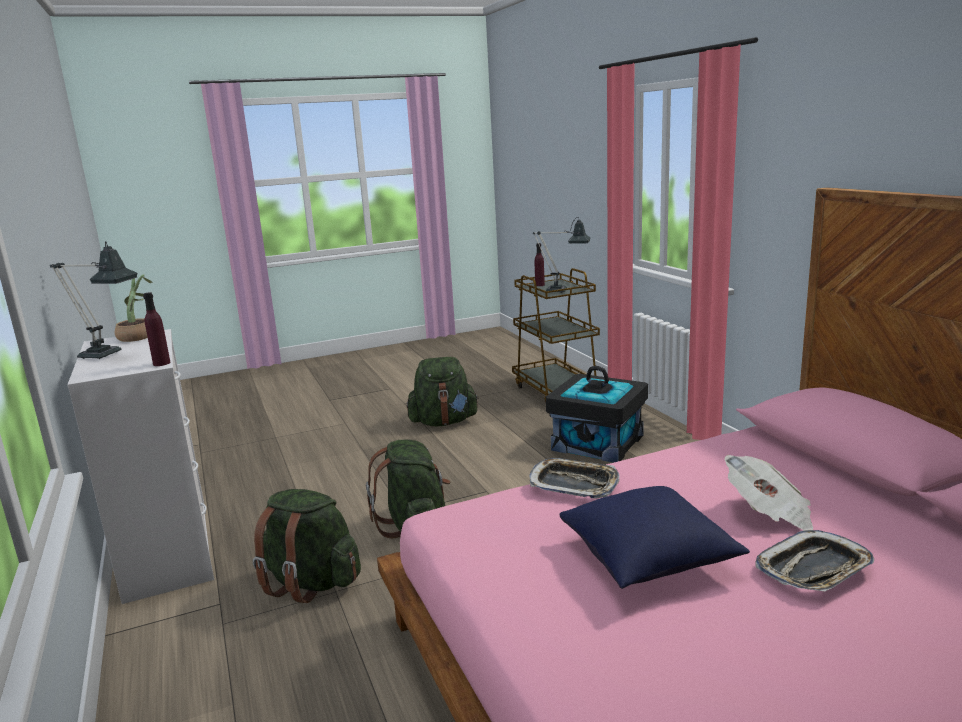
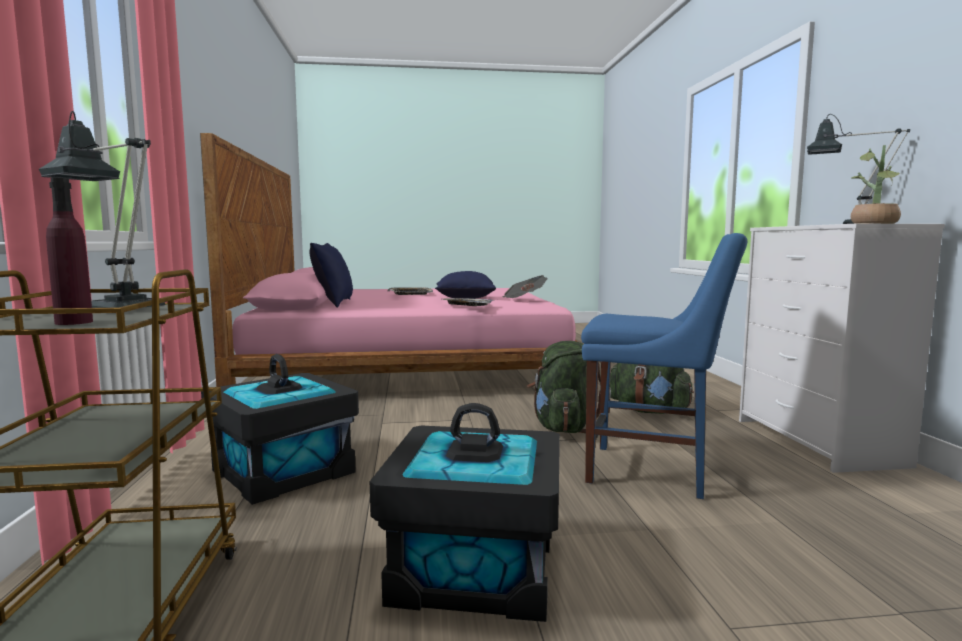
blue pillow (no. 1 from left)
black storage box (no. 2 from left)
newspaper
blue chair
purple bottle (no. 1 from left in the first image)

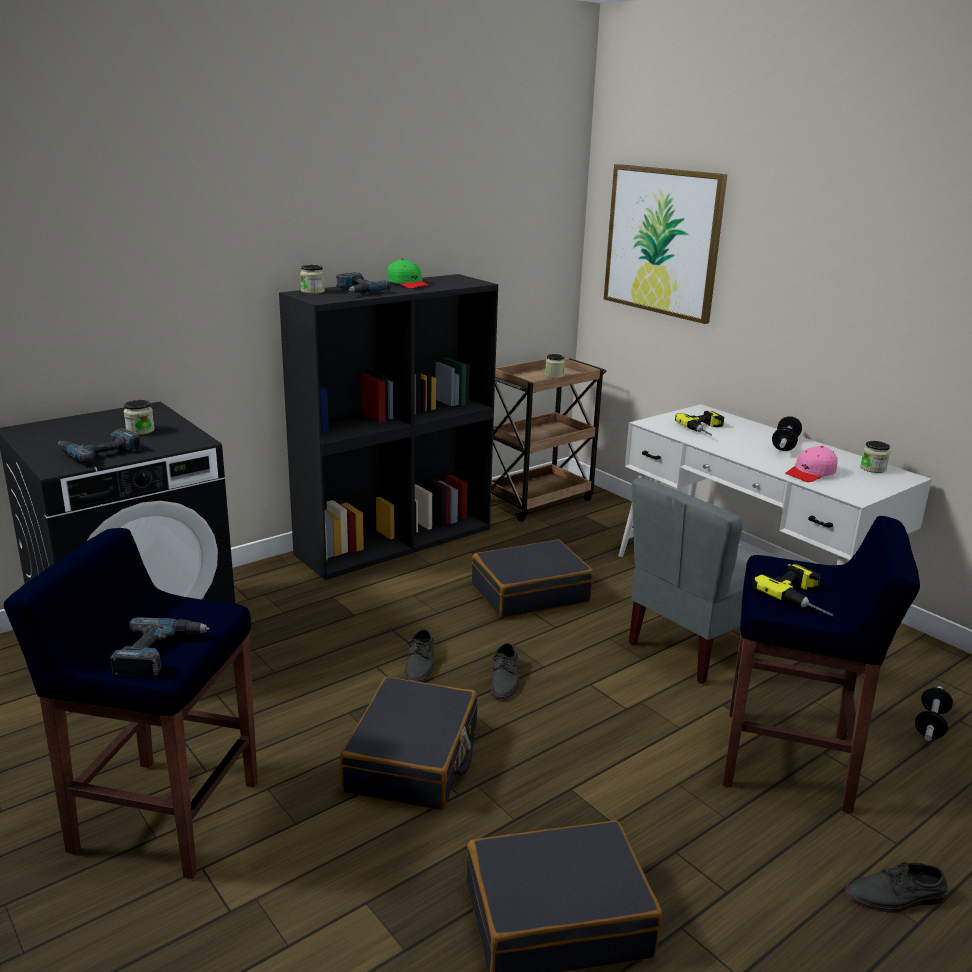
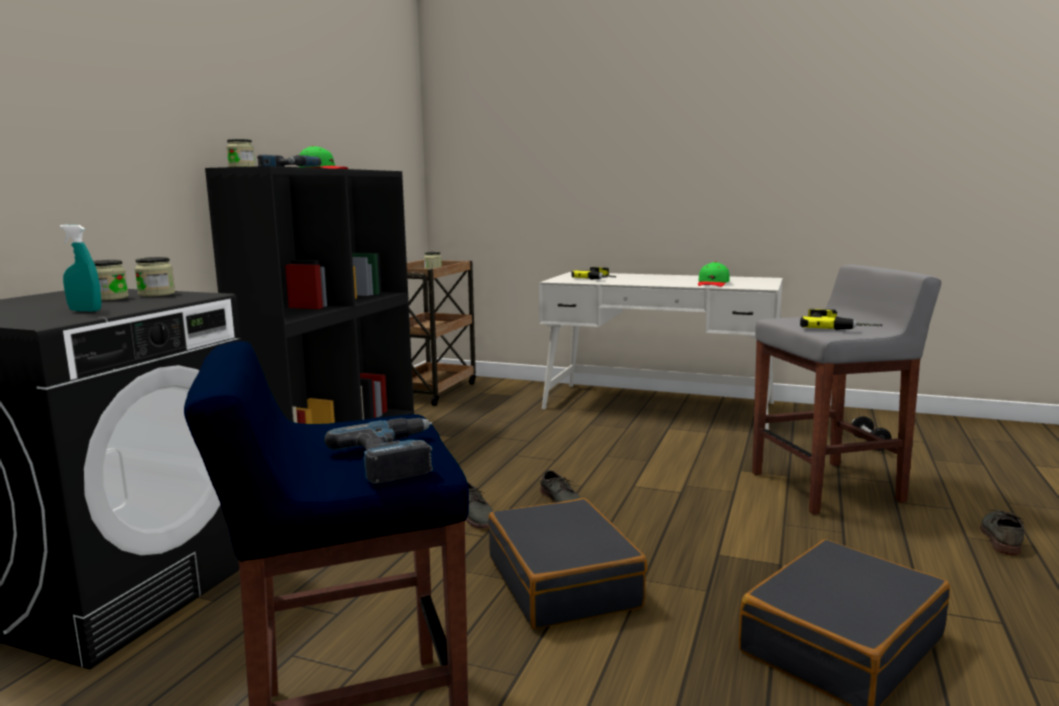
turquoise spray bottle
jar (no. 2 from left)
green cap (no. 2 from left)
grey stool
grey shoe (no. 3 from left)
black suitcase (no. 2 from left in the first image)
picture
grey chair
dumbbell (no. 1 from left in the first image)

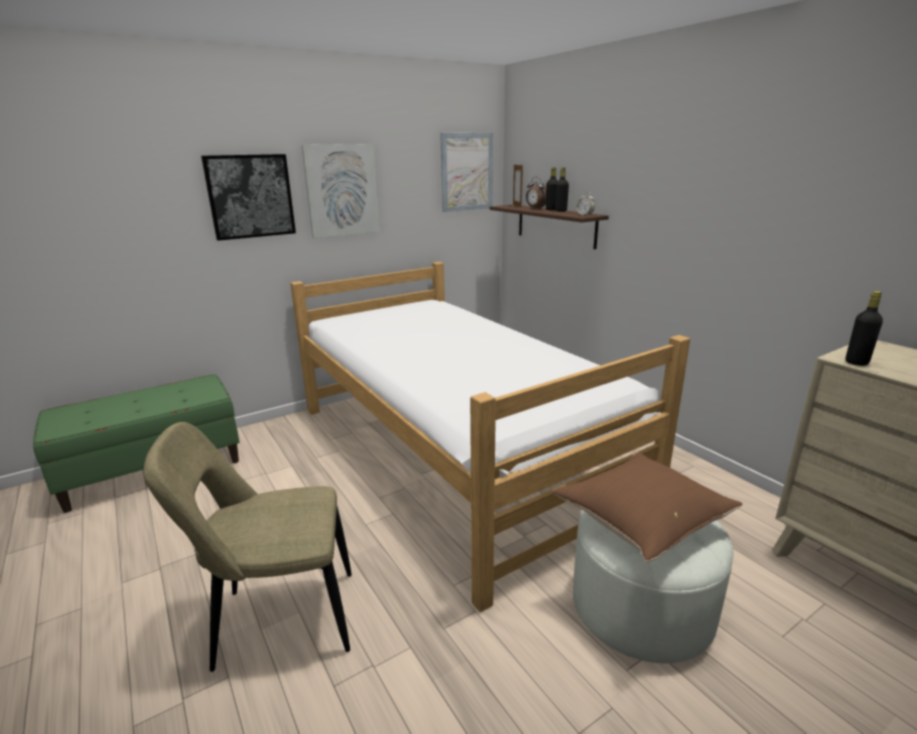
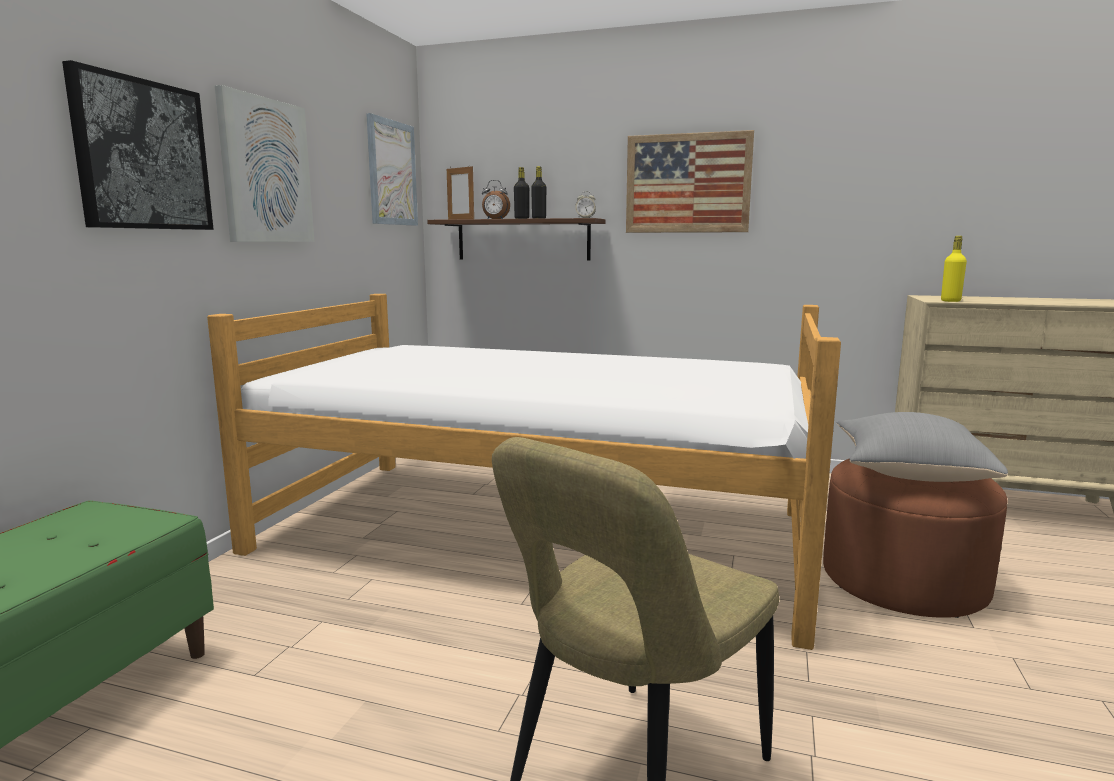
picture (no. 4 from left)
brown ottoman
grey pillow
yellow bottle

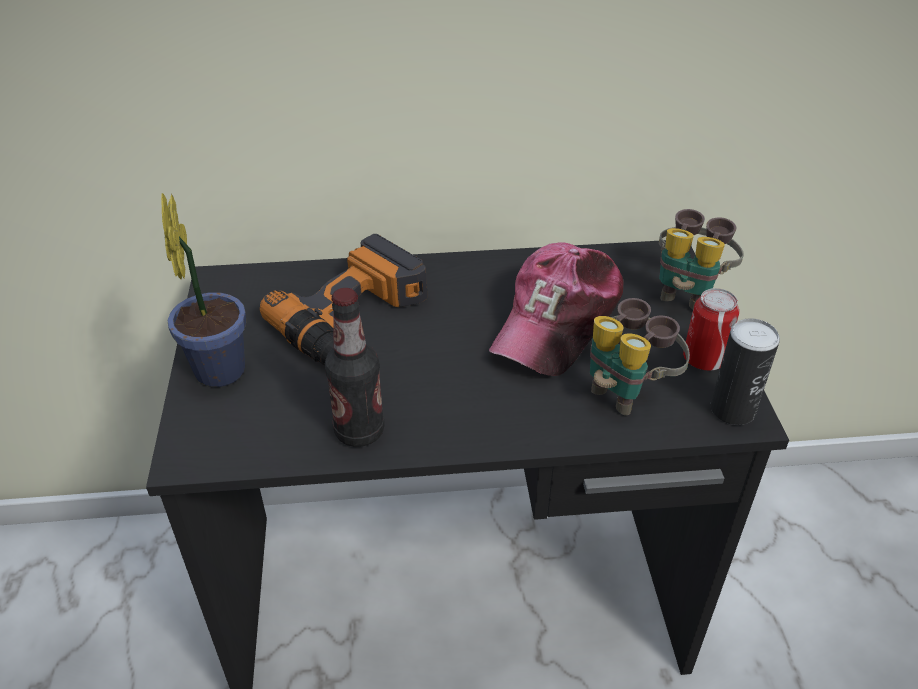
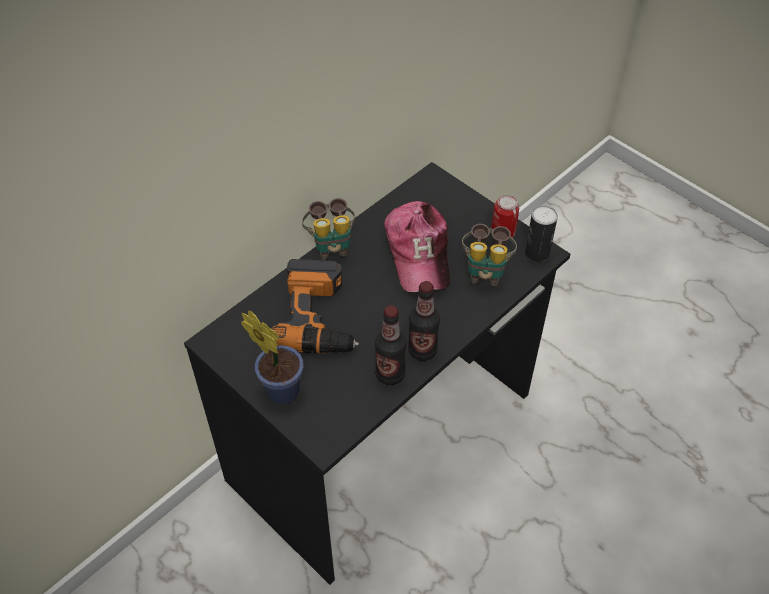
binoculars (no. 1 from left)
bottle (no. 2 from left)

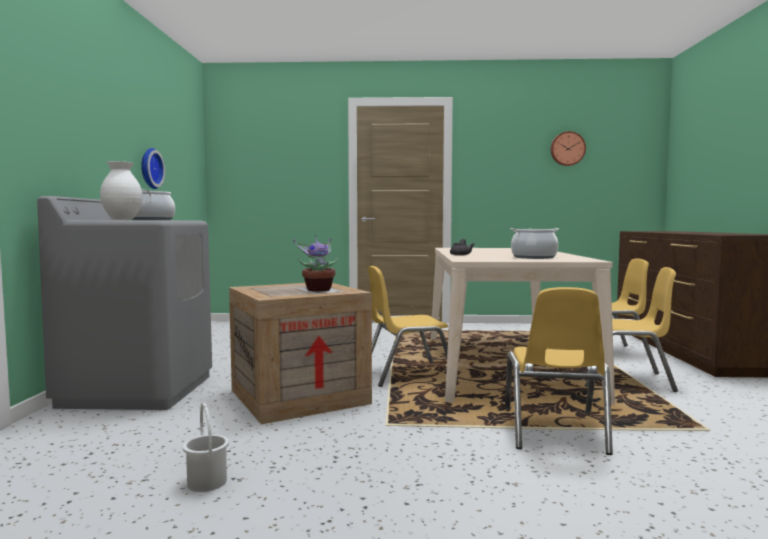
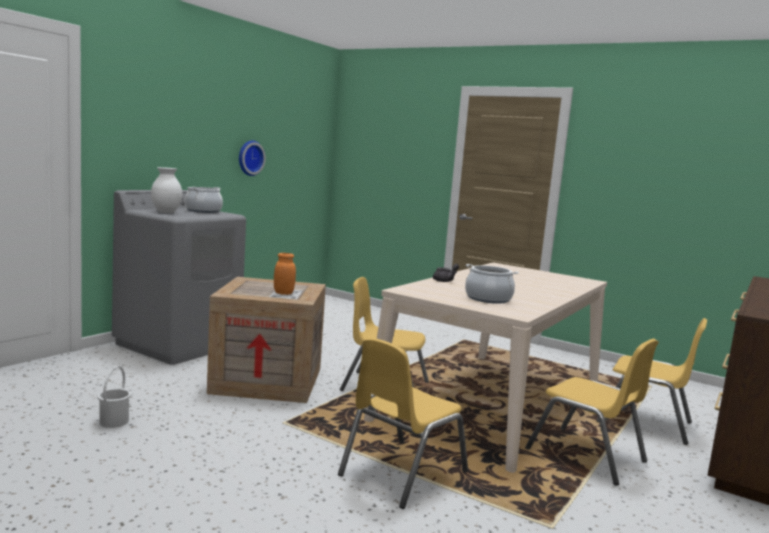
orange jar
wall clock (no. 2 from left in the first image)

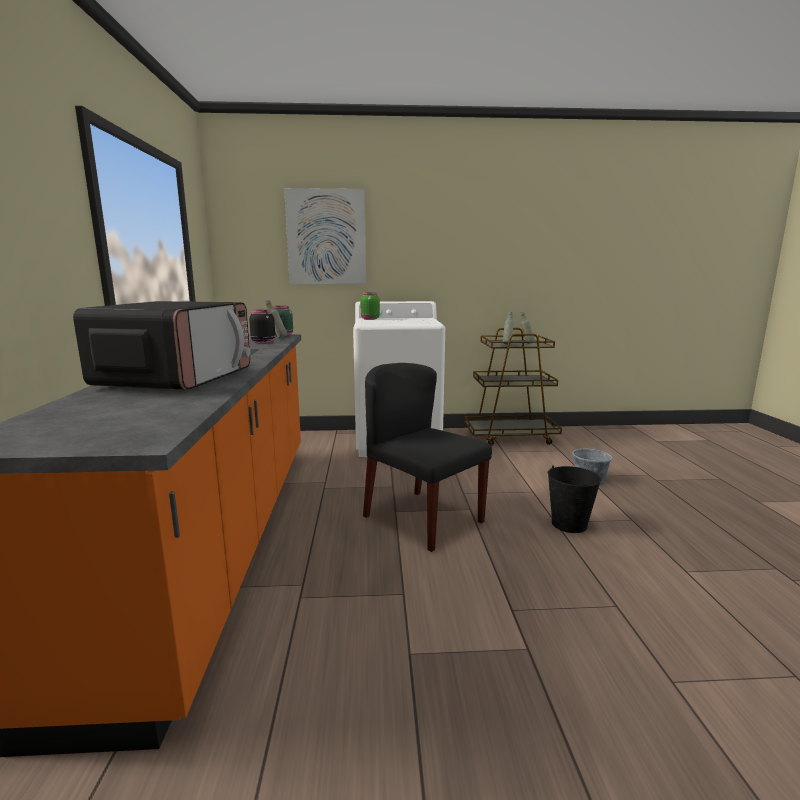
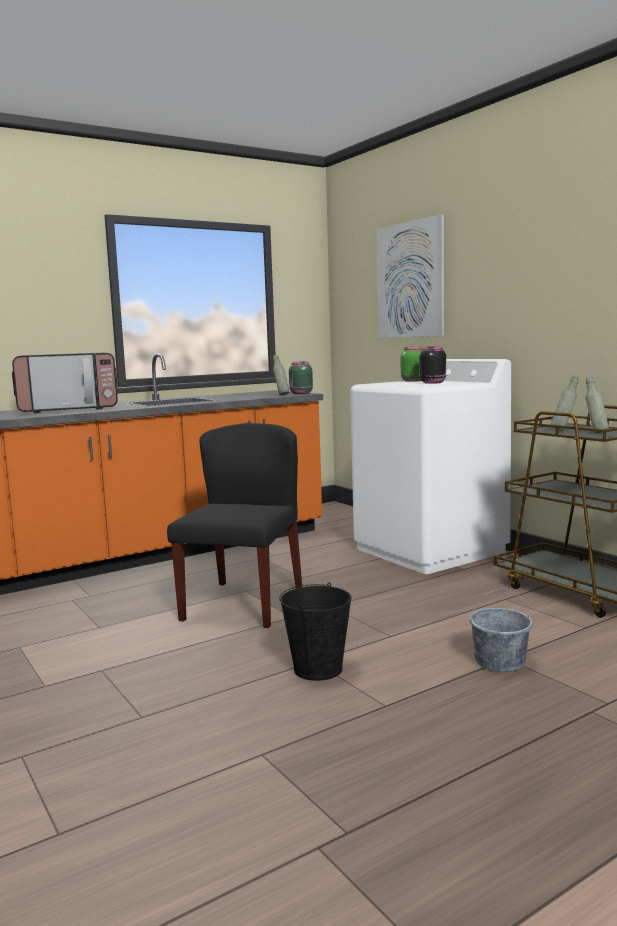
black jar

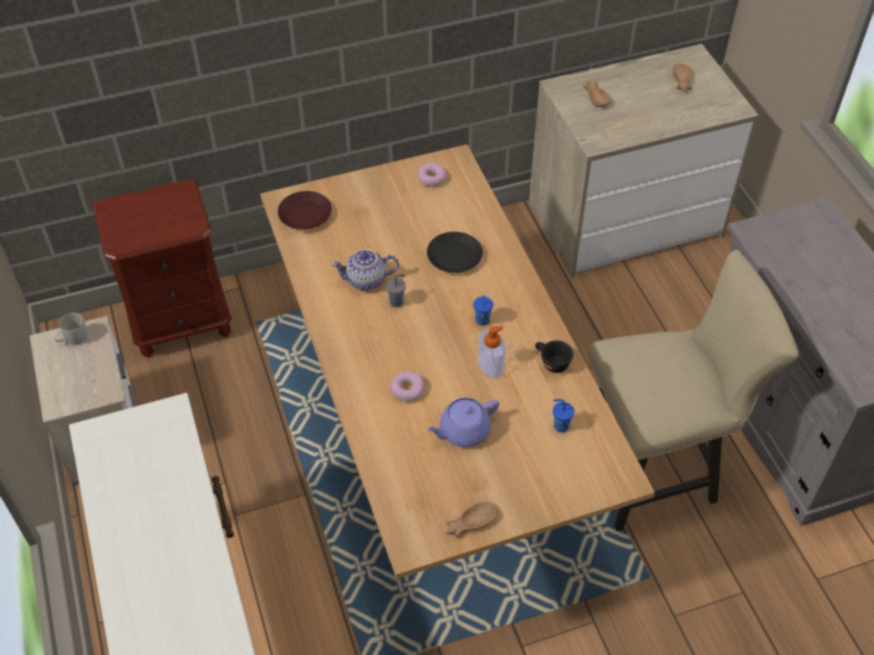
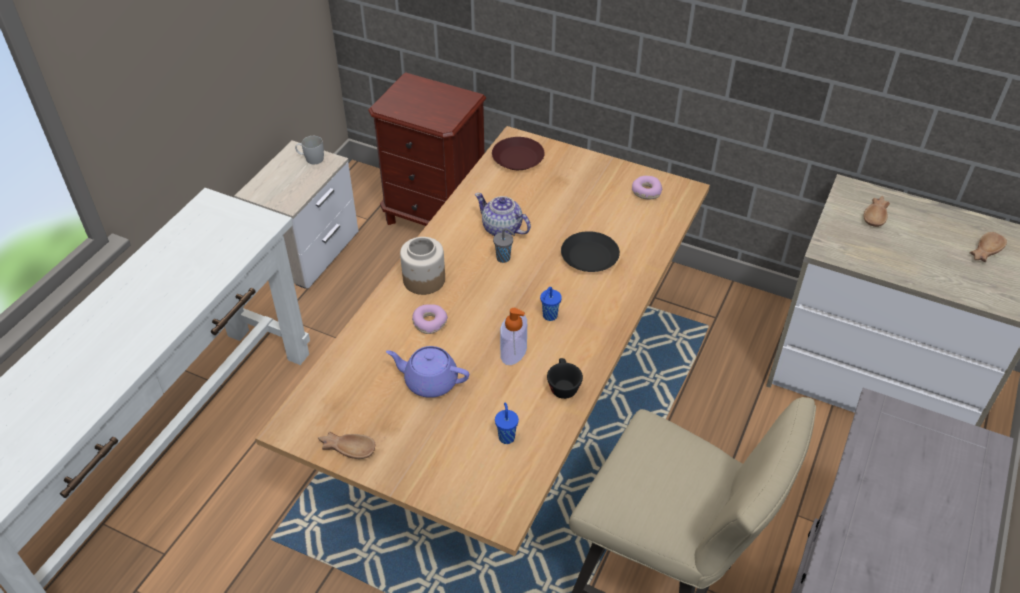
jar

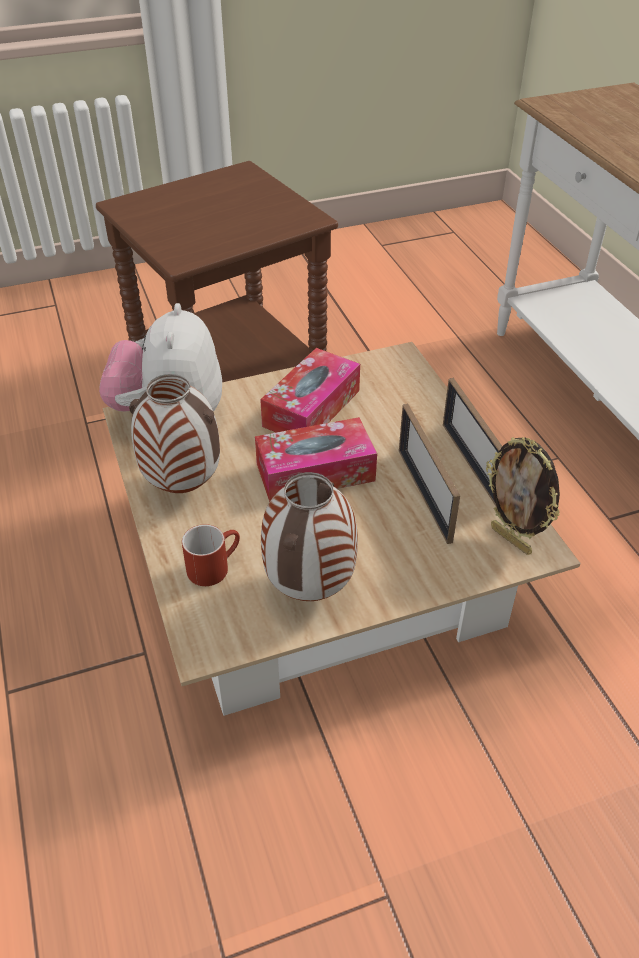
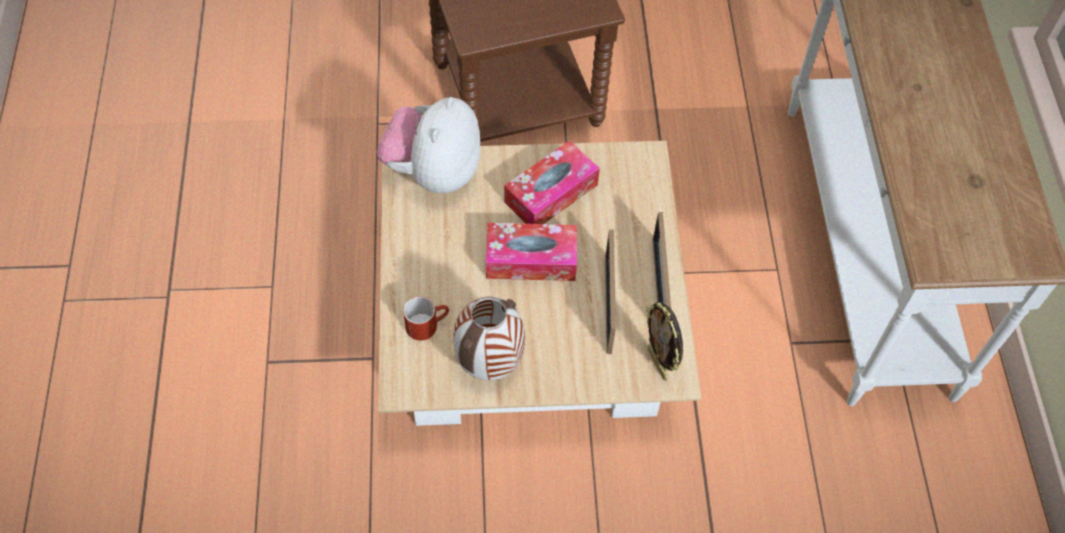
vase (no. 1 from left in the first image)

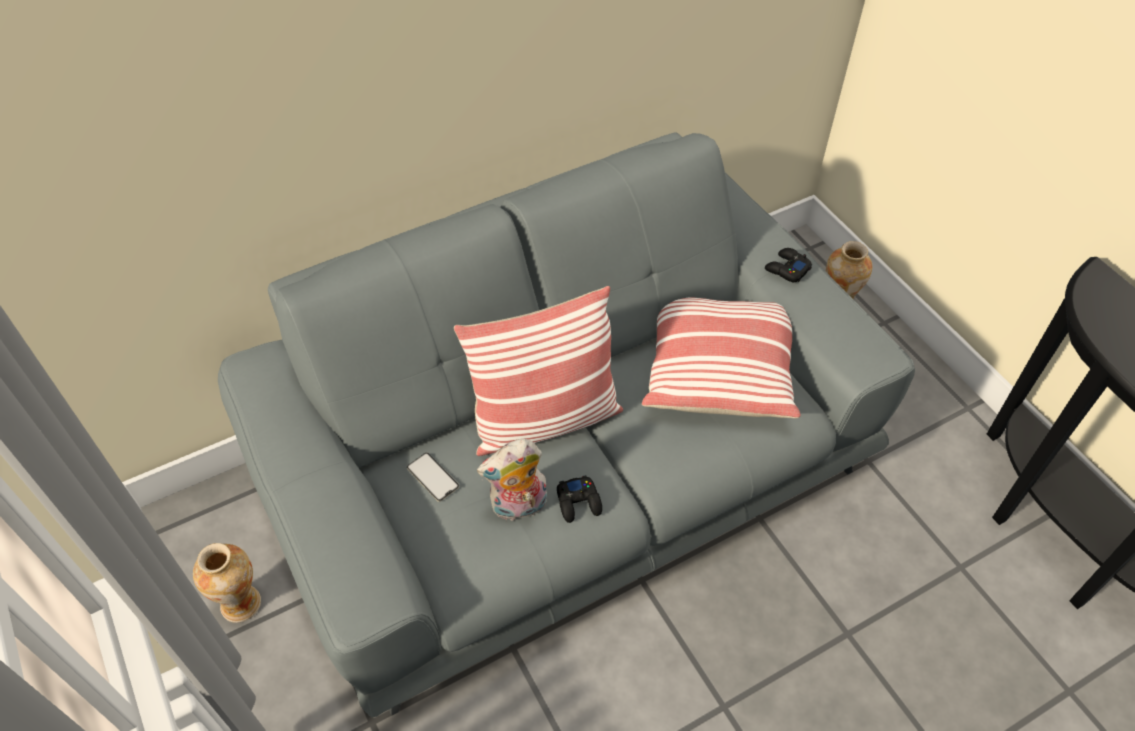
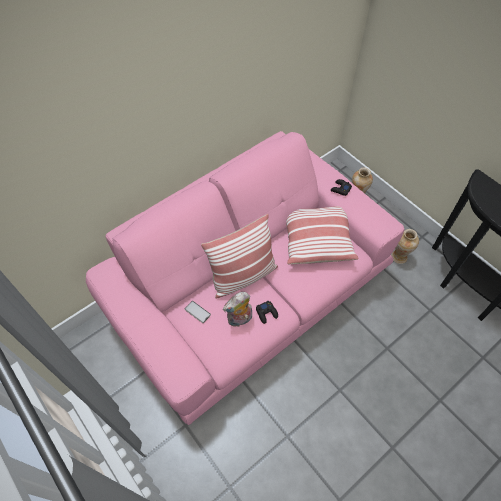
pink sofa
vase (no. 2 from left)

